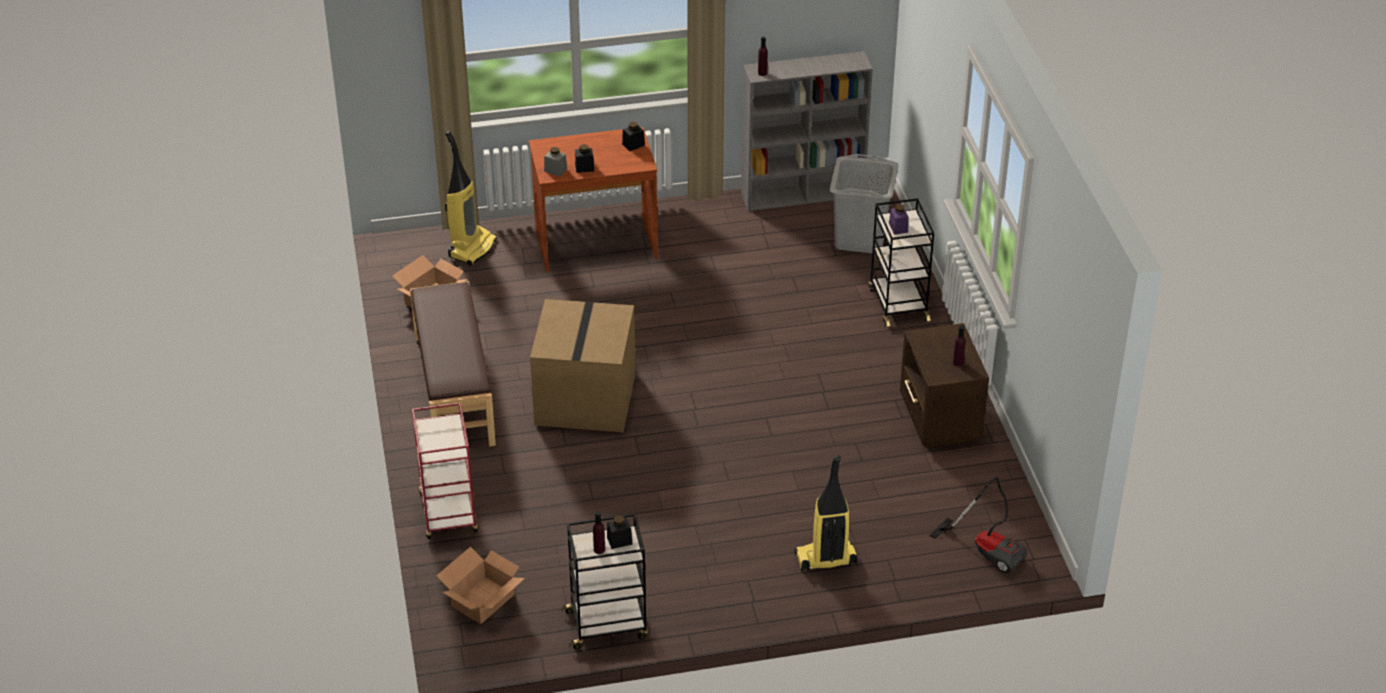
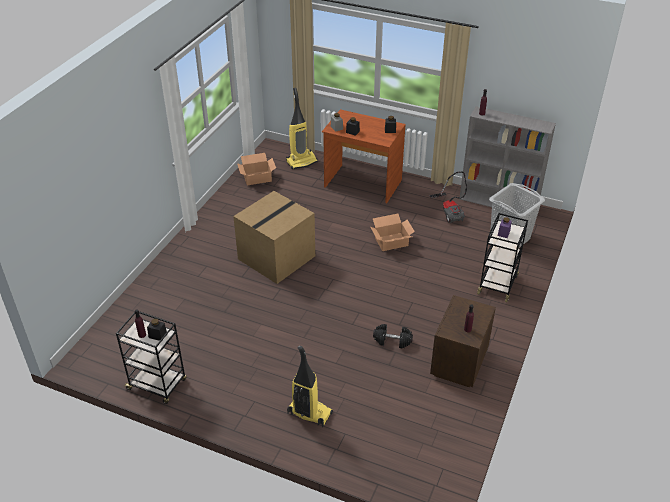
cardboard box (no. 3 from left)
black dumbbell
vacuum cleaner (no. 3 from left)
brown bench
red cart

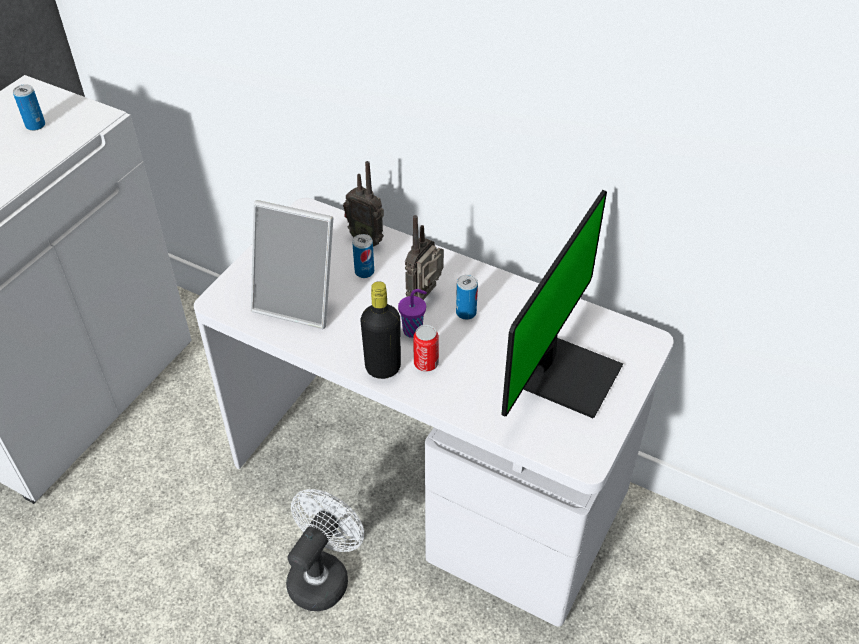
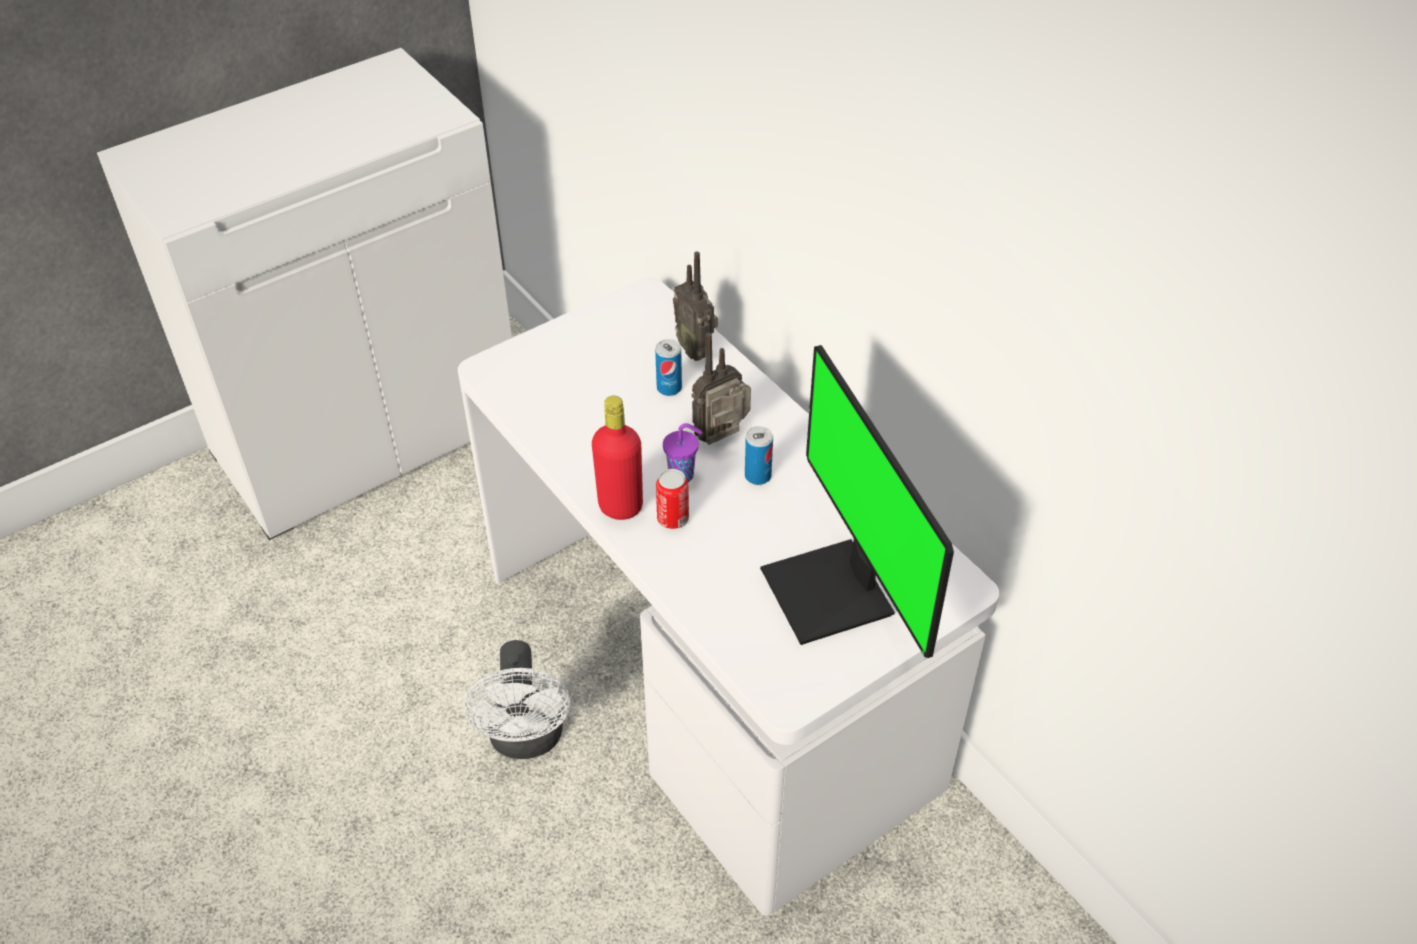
white fan
red bottle
monitor
can (no. 1 from left in the first image)
picture frame

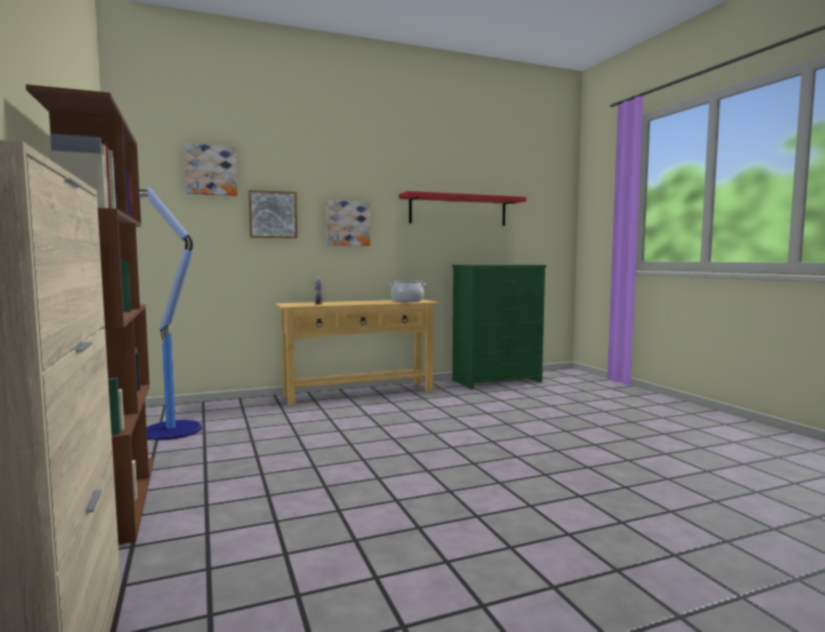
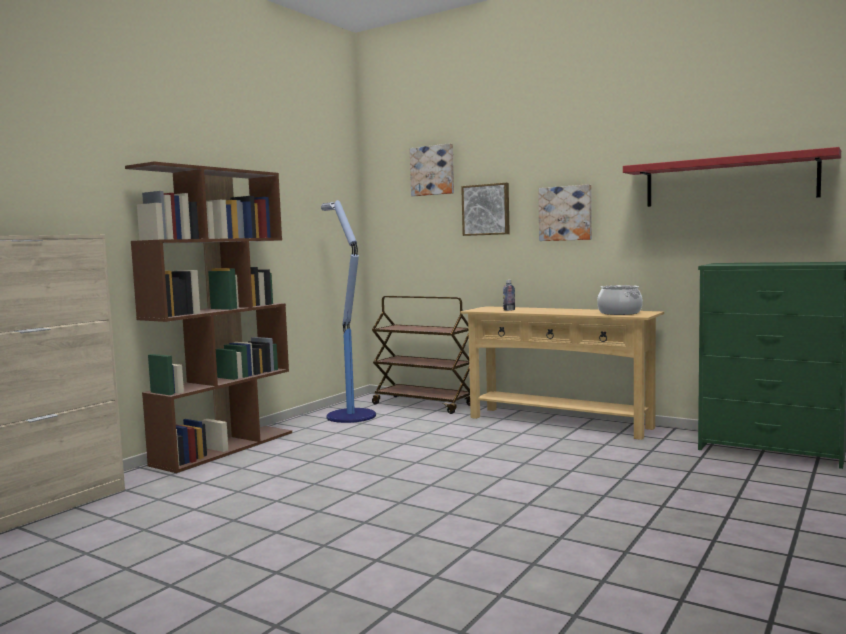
brown cart

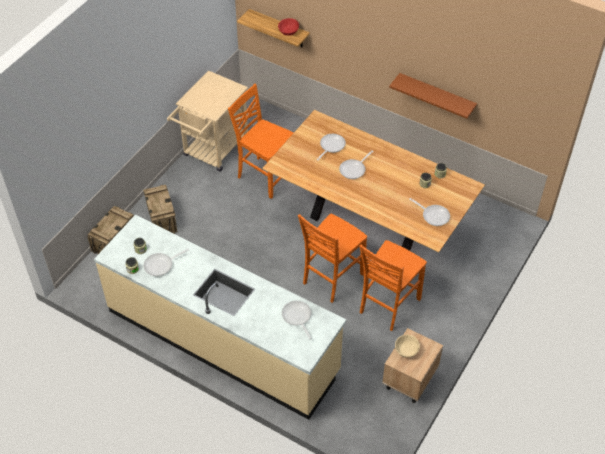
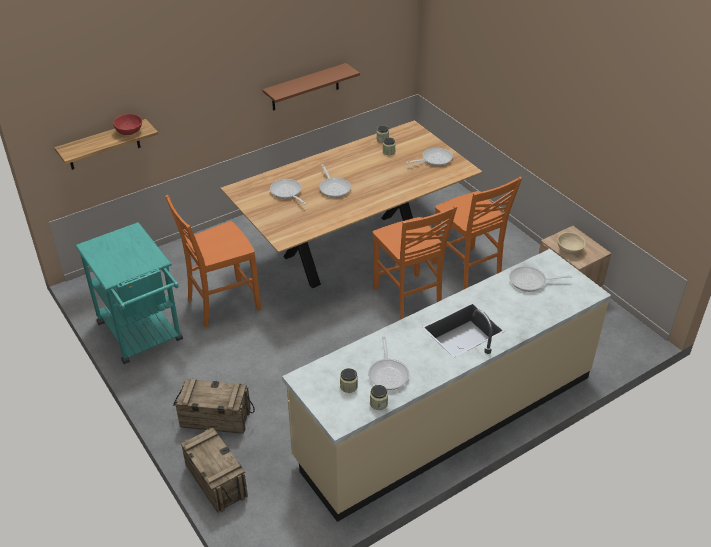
turquoise cart

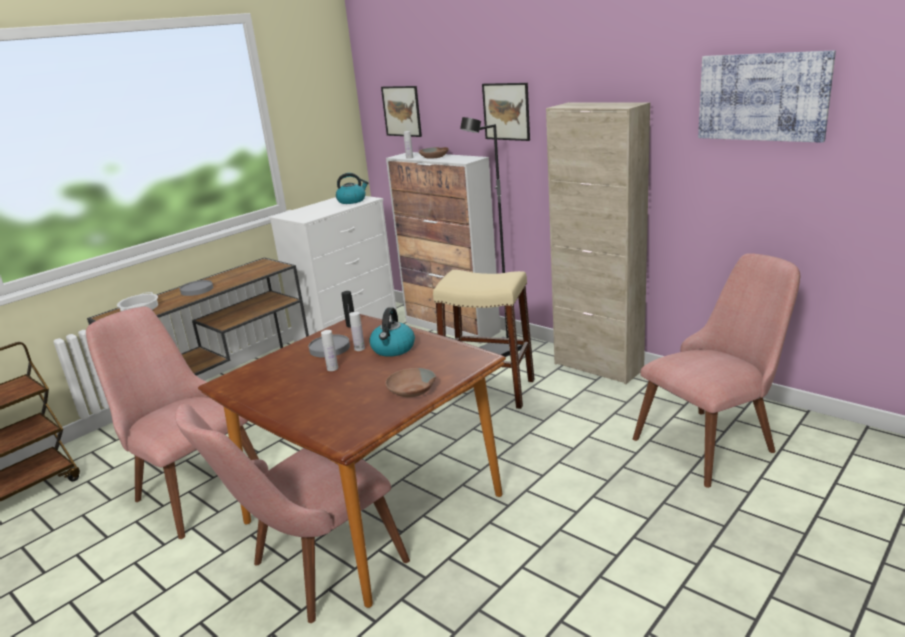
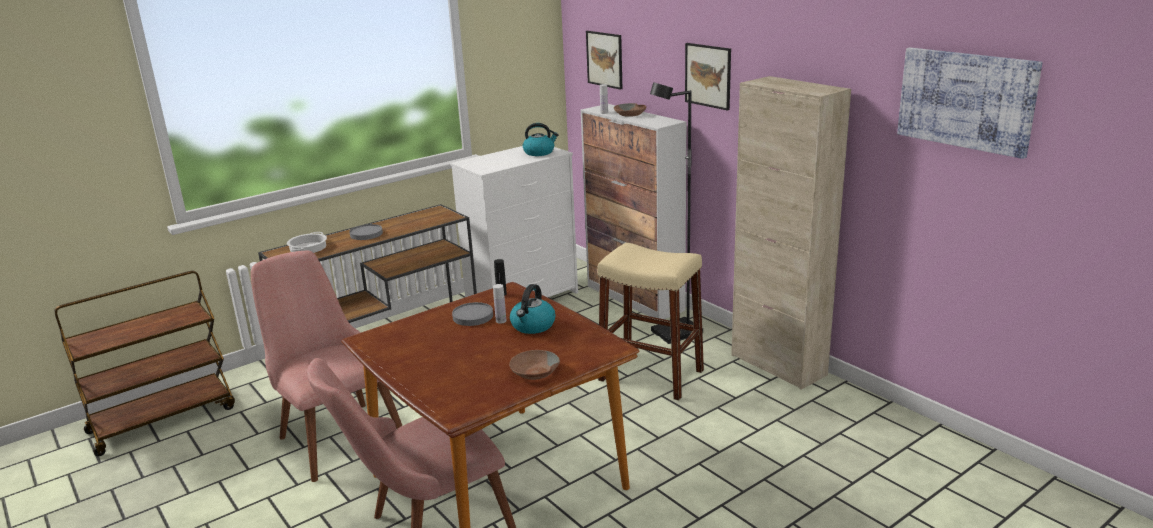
white bottle (no. 1 from left in the first image)
pink chair (no. 3 from left in the first image)

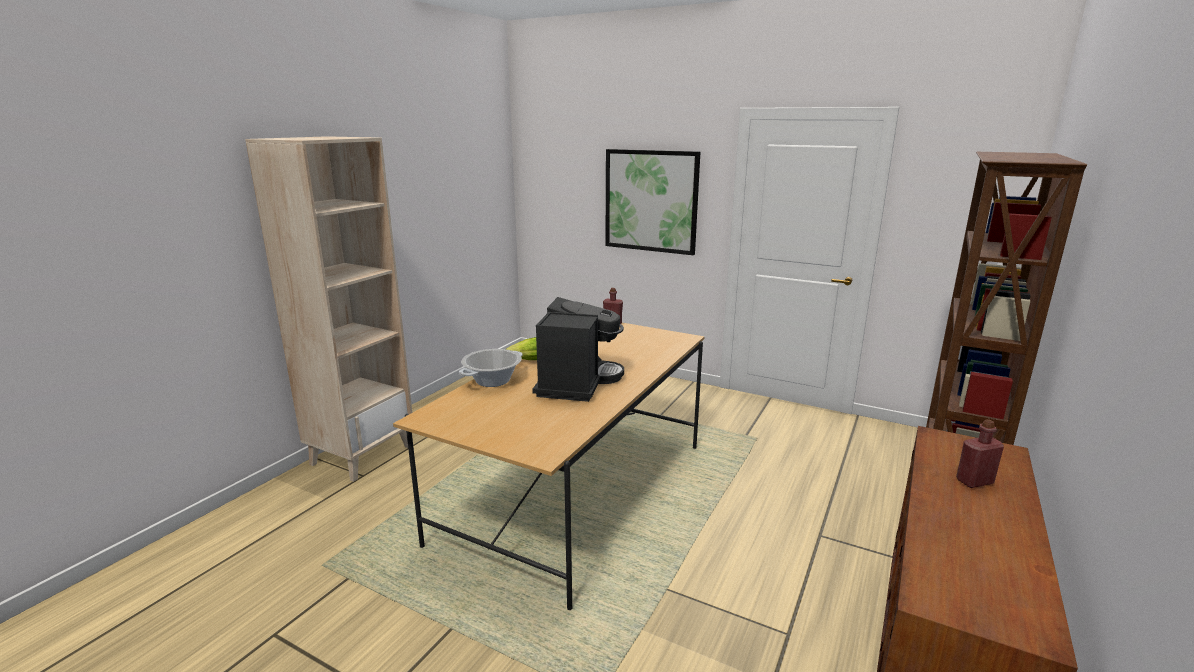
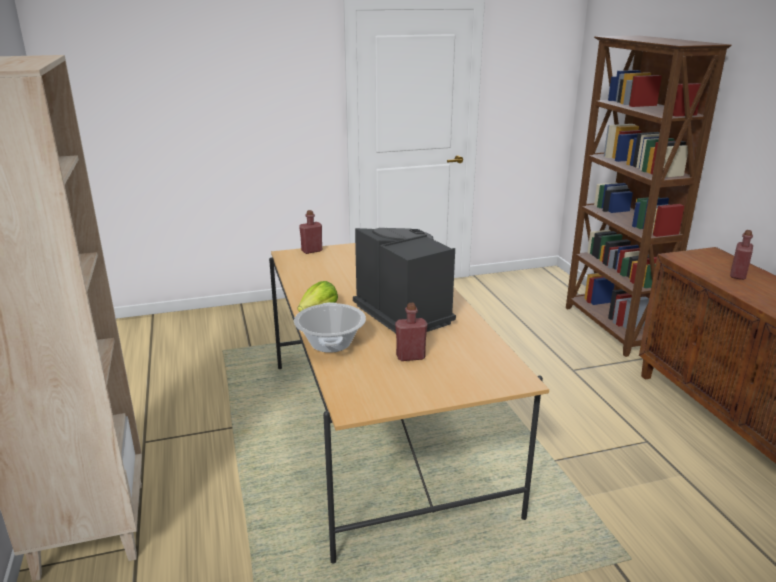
red bottle (no. 2 from left)
picture

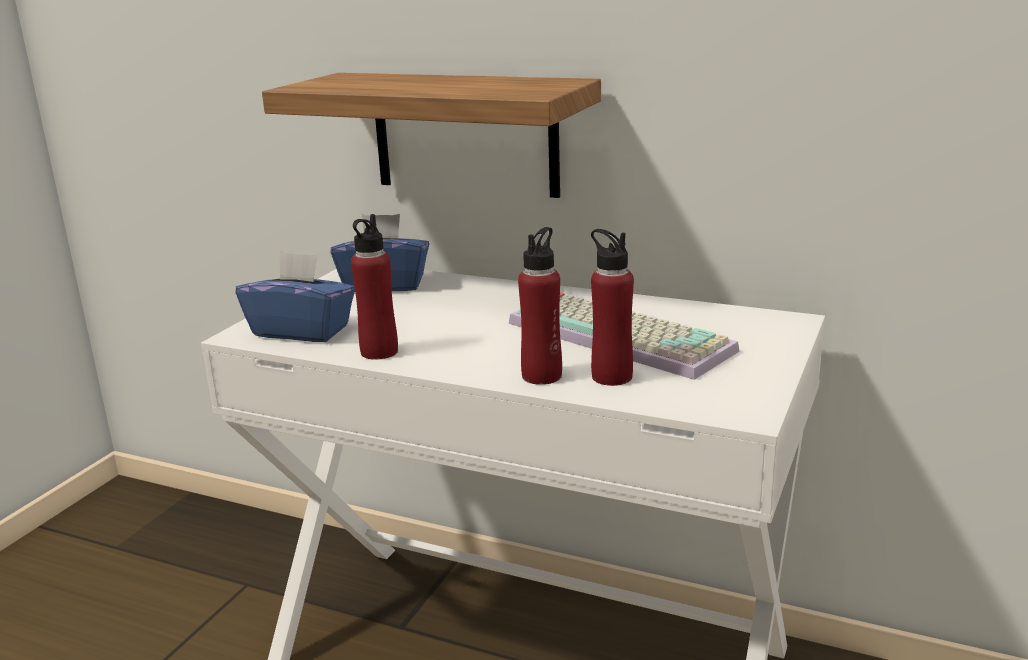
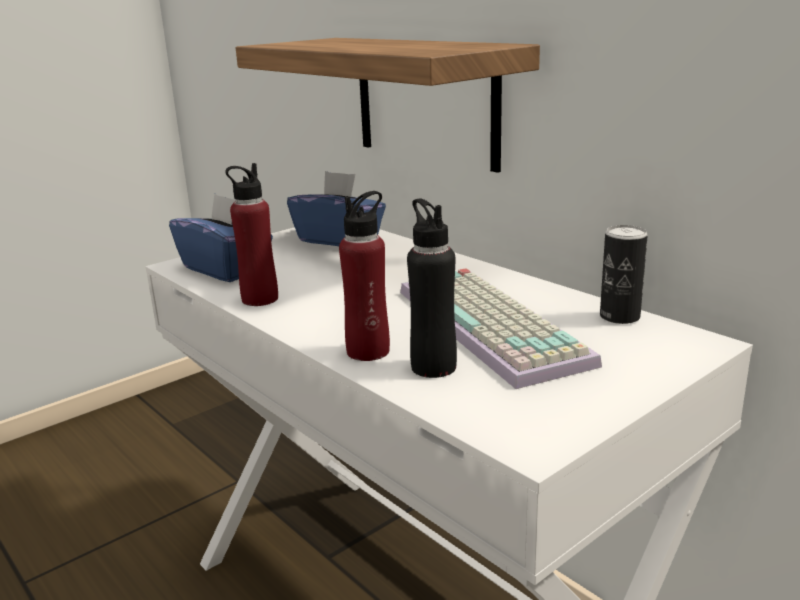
black bottle
can

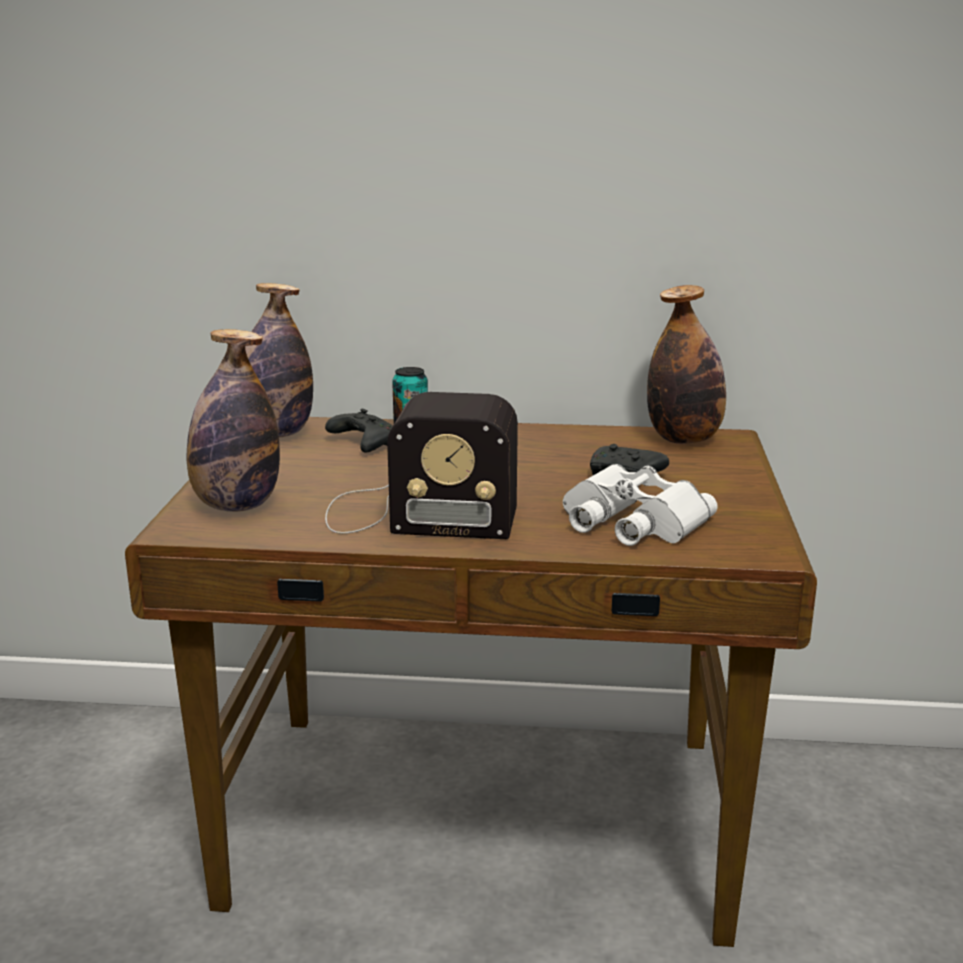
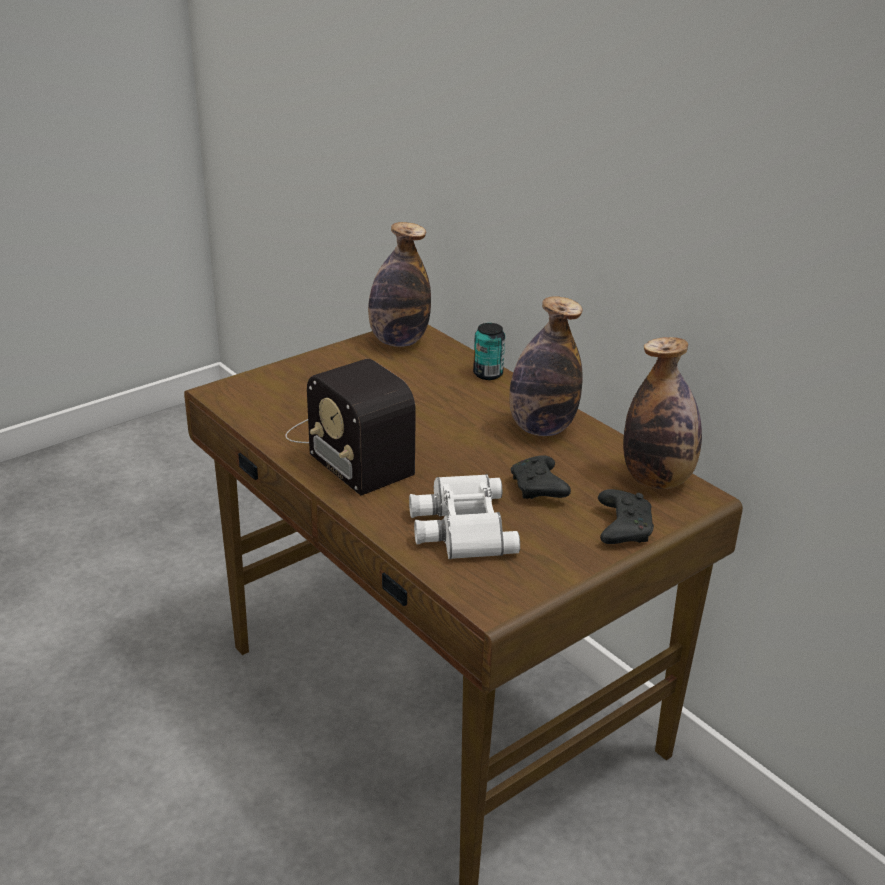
bottle (no. 2 from left)
black game controller (no. 2 from left)

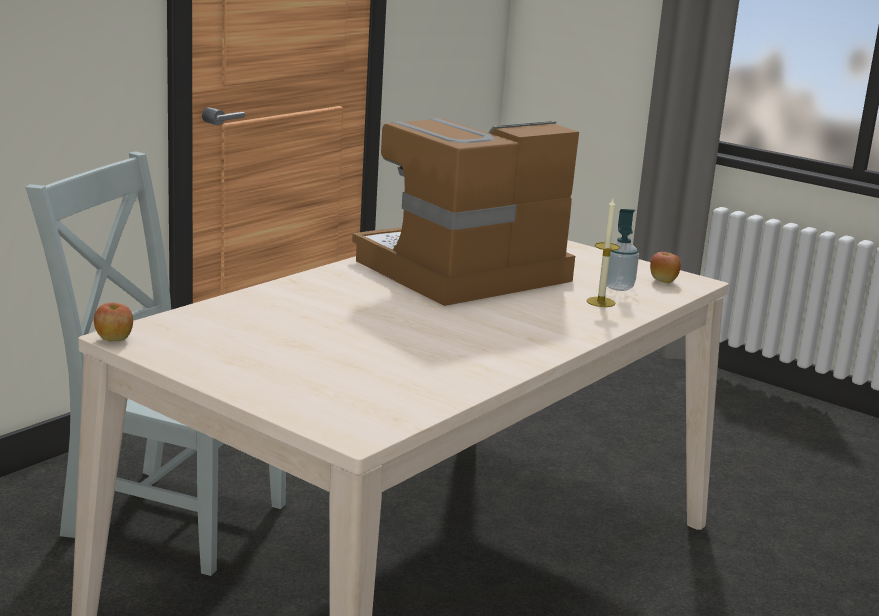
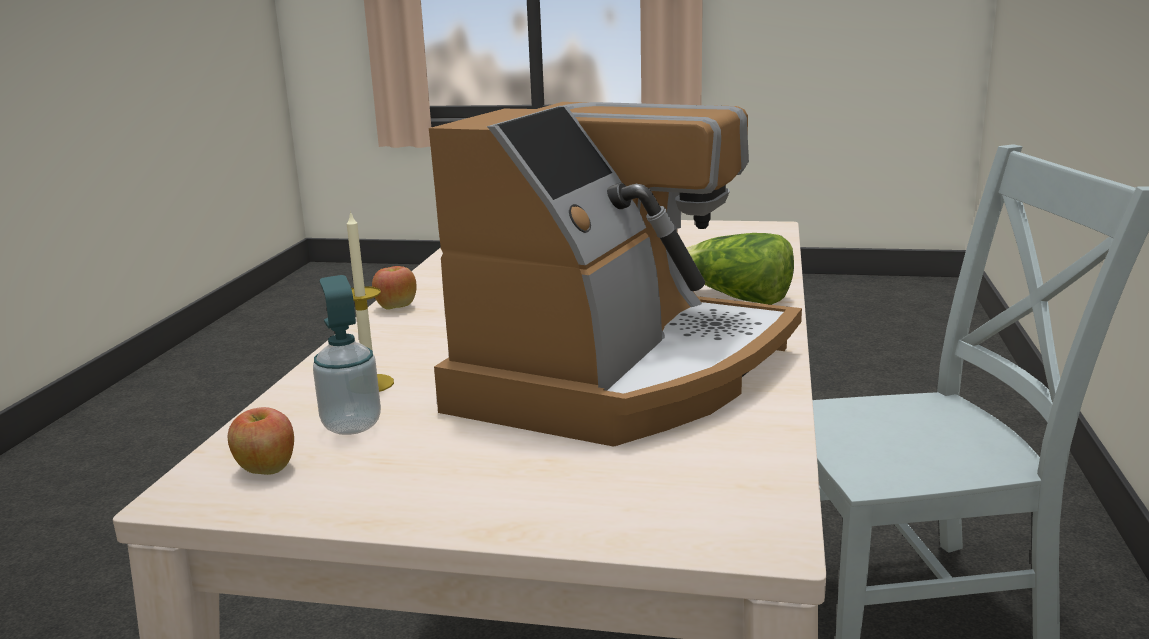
apple (no. 2 from left)
lettuce

